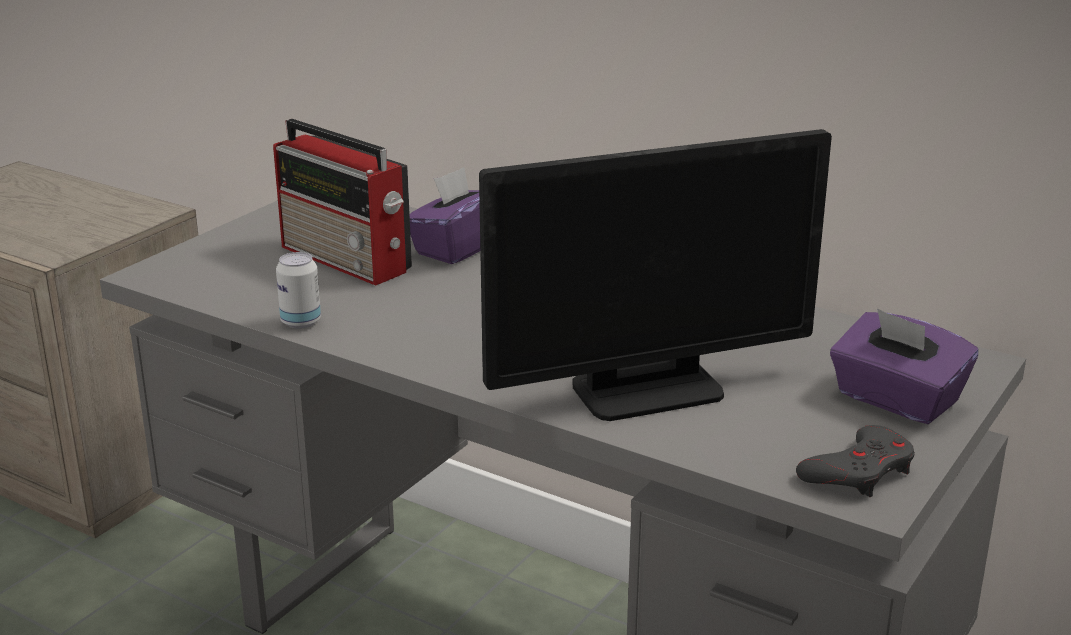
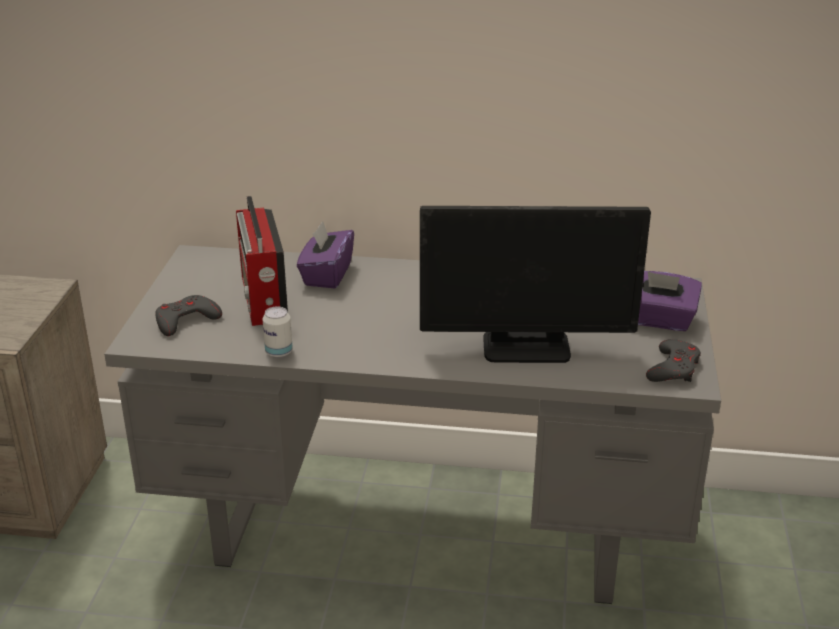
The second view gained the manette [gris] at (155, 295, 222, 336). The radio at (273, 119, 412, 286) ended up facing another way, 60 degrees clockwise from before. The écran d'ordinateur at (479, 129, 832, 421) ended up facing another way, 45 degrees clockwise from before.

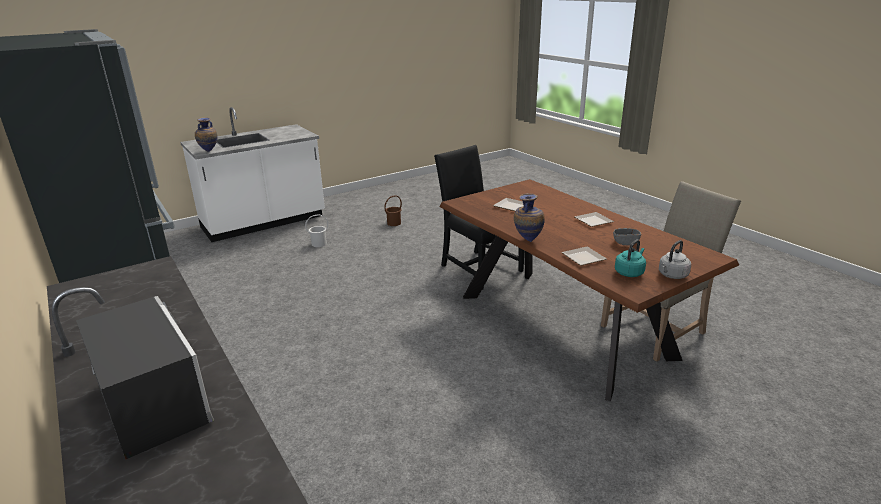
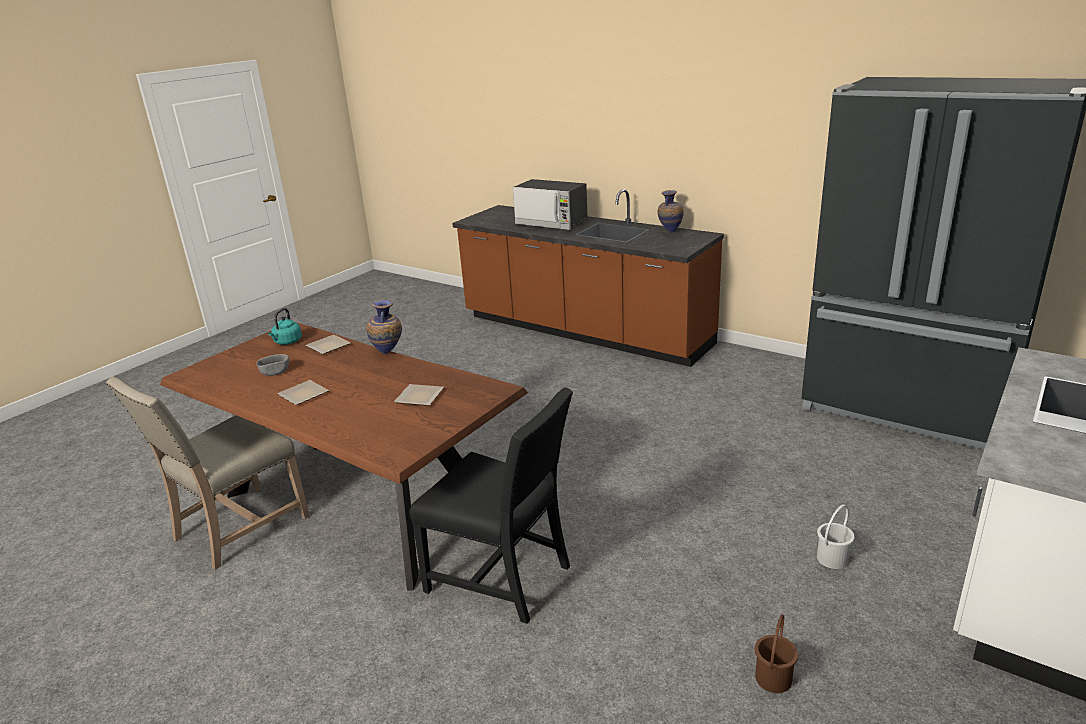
The second view lost the bouilloire [gris] at (659, 240, 691, 279). The vase ended up elsewhere, having gone from (195, 117, 217, 152) to (658, 190, 684, 233).

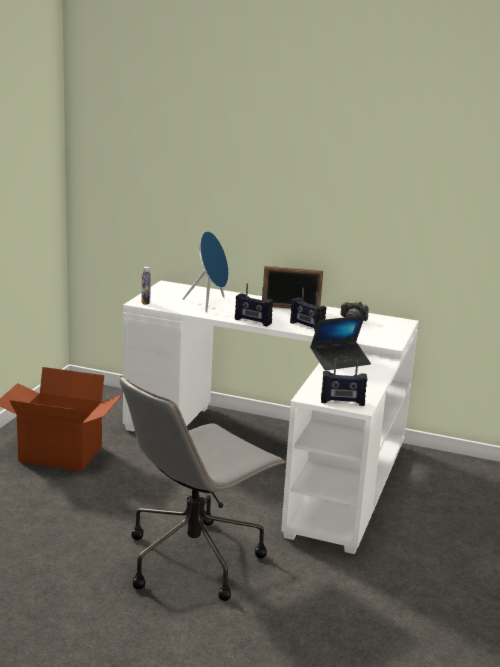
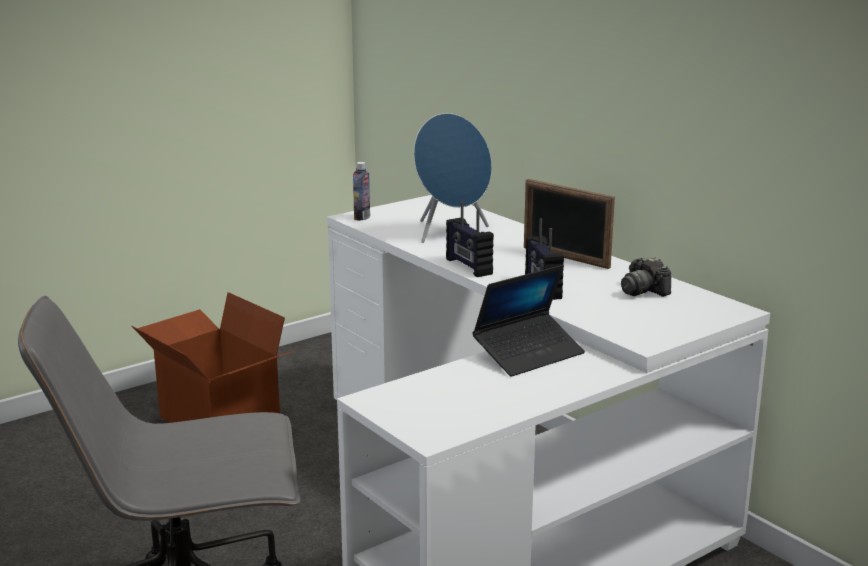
The second view lost the radio at (321, 359, 367, 406). The ordinateur portable at (310, 315, 371, 370) ended up facing another way, 45 degrees counterclockwise from before.

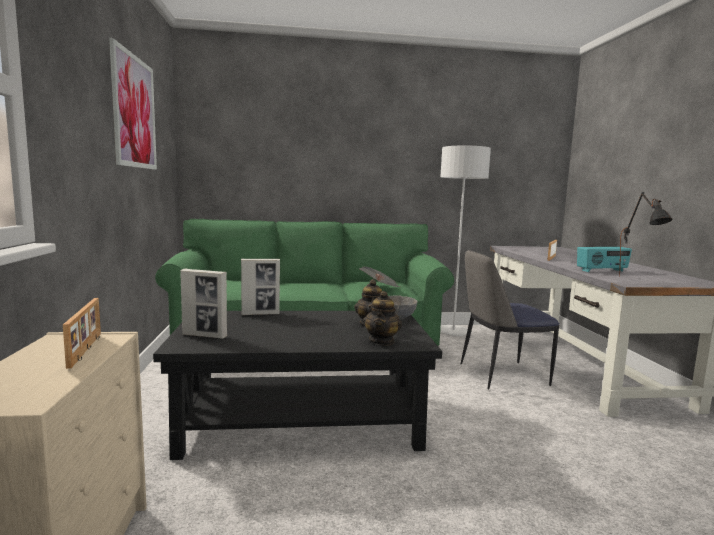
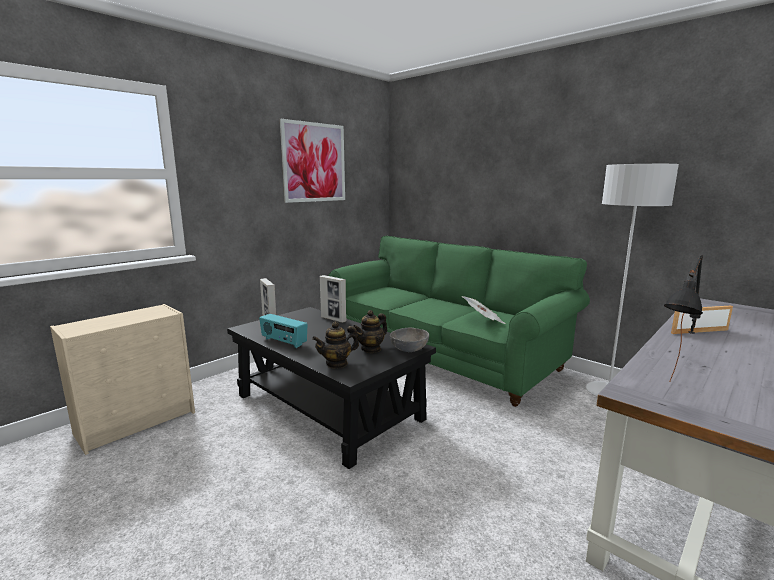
The second view lost the cadre photo at (63, 298, 101, 369). The second view lost the chaise at (461, 250, 559, 389). The radio ended up elsewhere, having gone from (577, 247, 632, 272) to (259, 314, 307, 348).

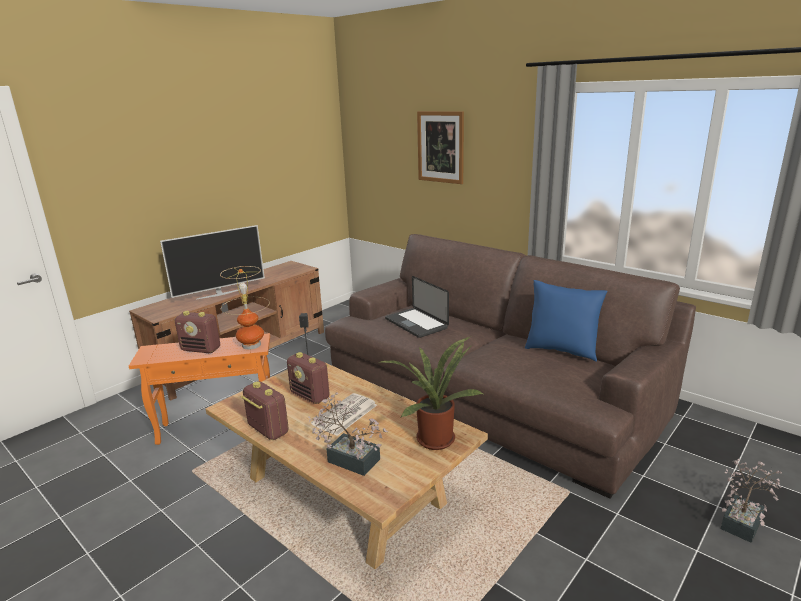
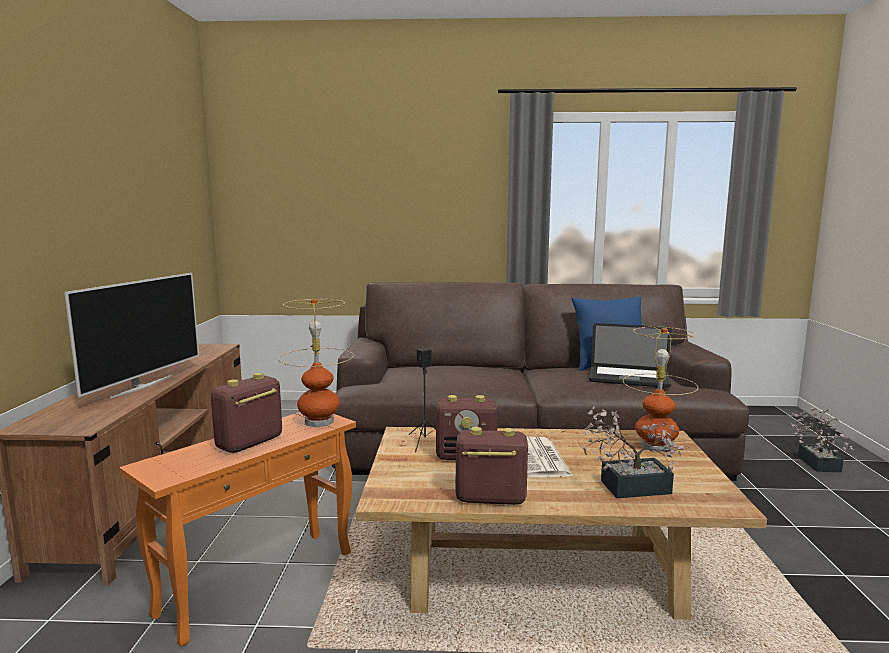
The second view lost the tableau at (417, 111, 464, 184). The ordinateur portable ended up elsewhere, having gone from (385, 276, 449, 338) to (589, 323, 672, 388). Where the plante en pot stood at (379, 337, 483, 450), the lampe de table came to stand at (623, 326, 698, 452). The radio at (175, 311, 220, 353) ended up facing another way, 150 degrees clockwise from before.

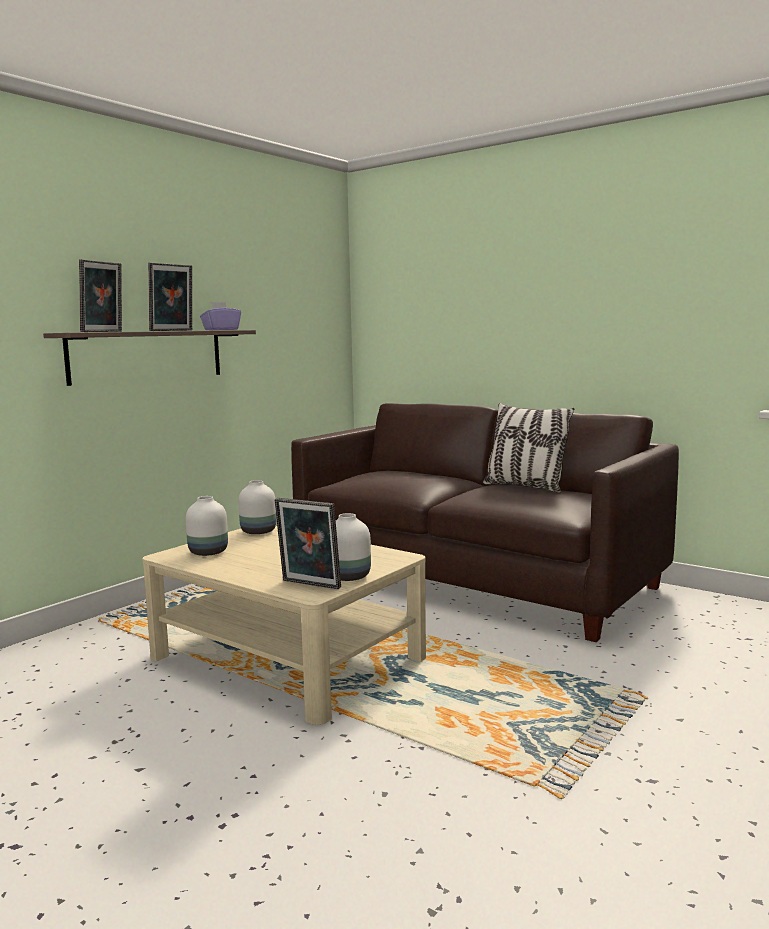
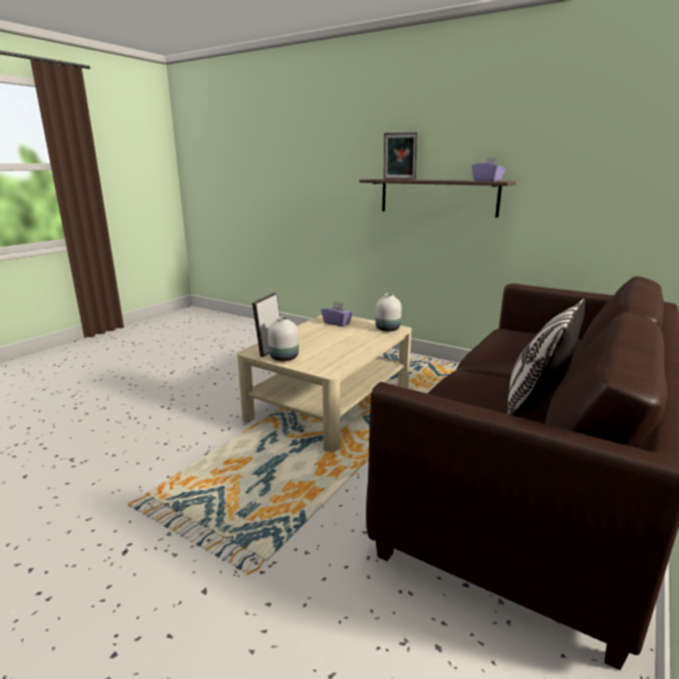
The second view lost the cadre photo at (148, 263, 192, 331). Where the vase [blanc] stood at (186, 496, 228, 556), the boîte à mouchoirs [violet] came to stand at (321, 301, 353, 326).

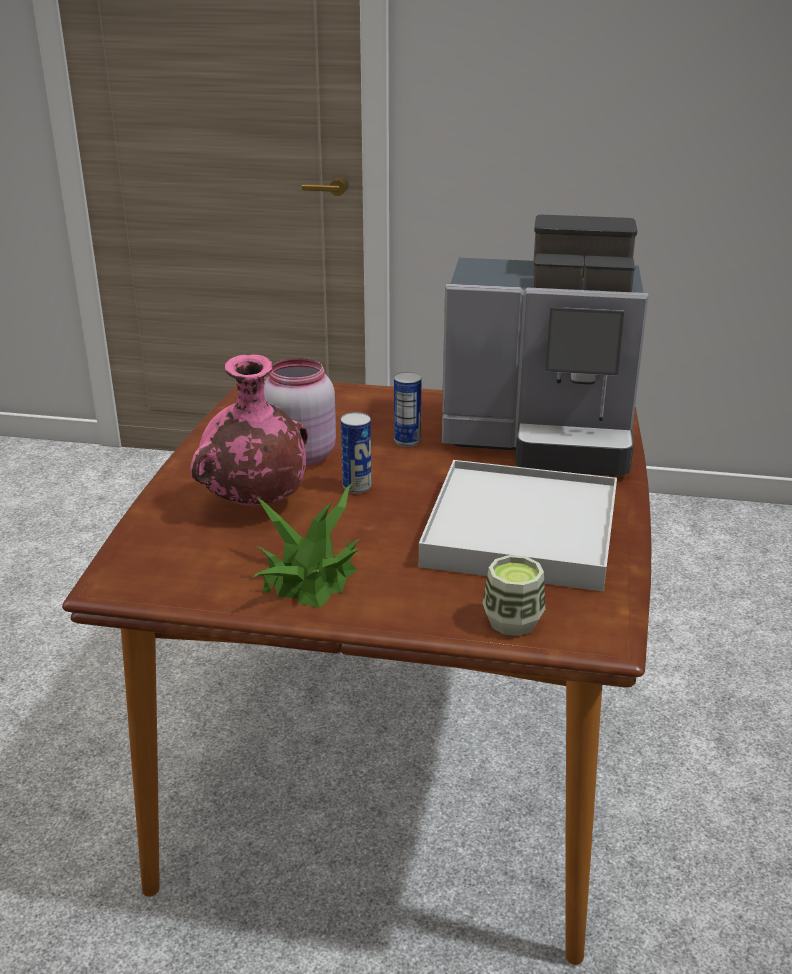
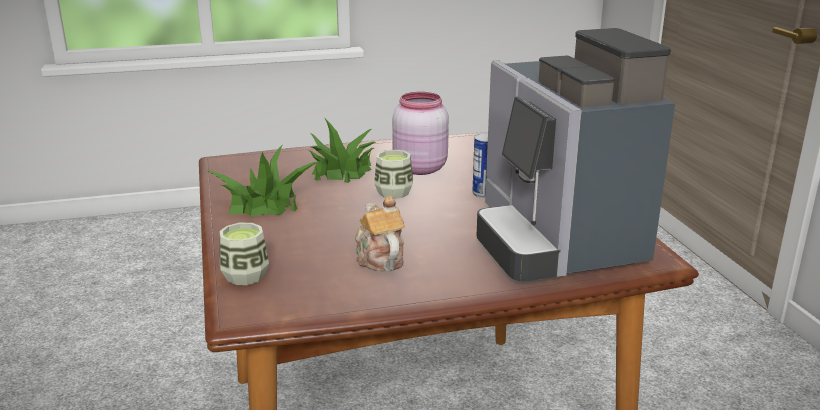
Where the vase [rose] stood at (190, 354, 308, 506), the plante en pot came to stand at (309, 118, 376, 183). Where the boîte métallique stood at (341, 412, 372, 494), the tasse came to stand at (374, 150, 413, 199). Where the plateau [blanc] stood at (419, 460, 617, 591), the théière came to stand at (355, 196, 405, 272).

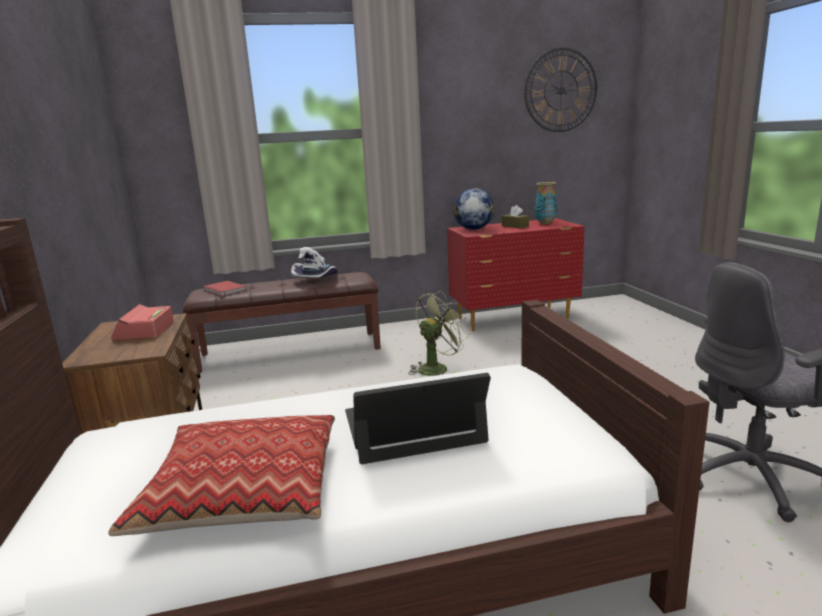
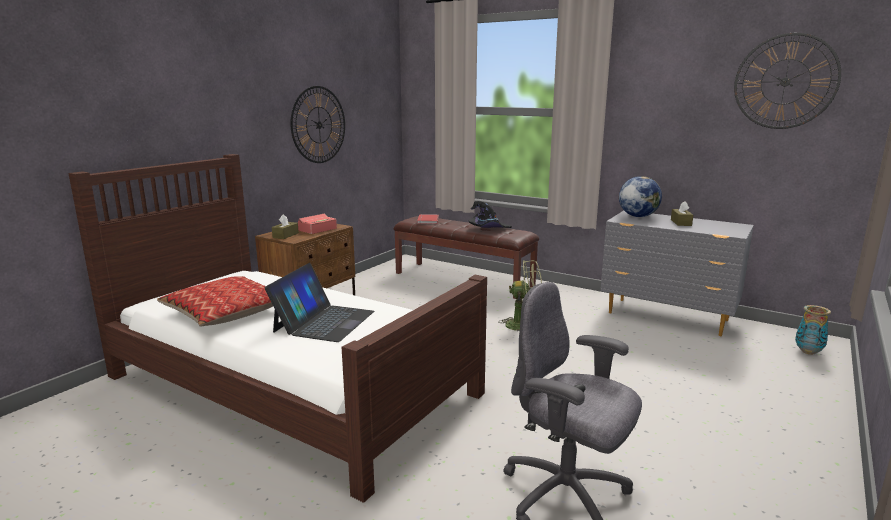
The second view gained the boîte à mouchoirs [marron] at (272, 214, 299, 239). The second view gained the horloge murale at (290, 86, 345, 163). The vase ended up elsewhere, having gone from (534, 182, 558, 224) to (795, 305, 831, 355). What was the chapeau [blanc] at (291, 247, 338, 278) turned into the chapeau [noir] at (469, 201, 512, 228). What was the commode [rouge] at (447, 218, 585, 331) turned into the commode [gris] at (600, 211, 754, 336). The ordinateur portable at (345, 373, 491, 464) ended up facing another way, 75 degrees clockwise from before.

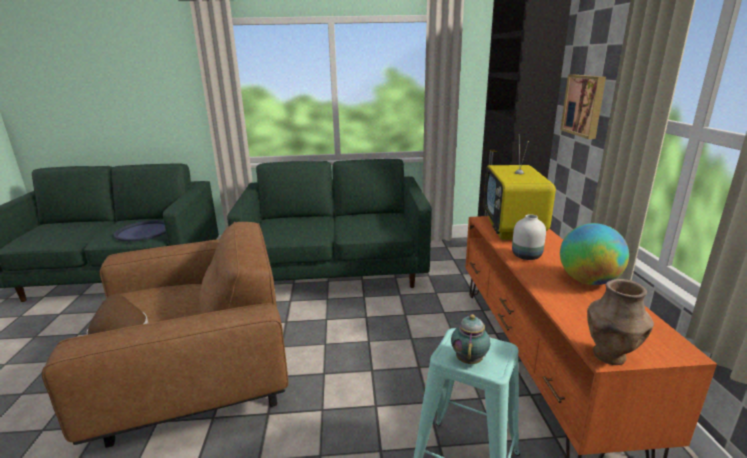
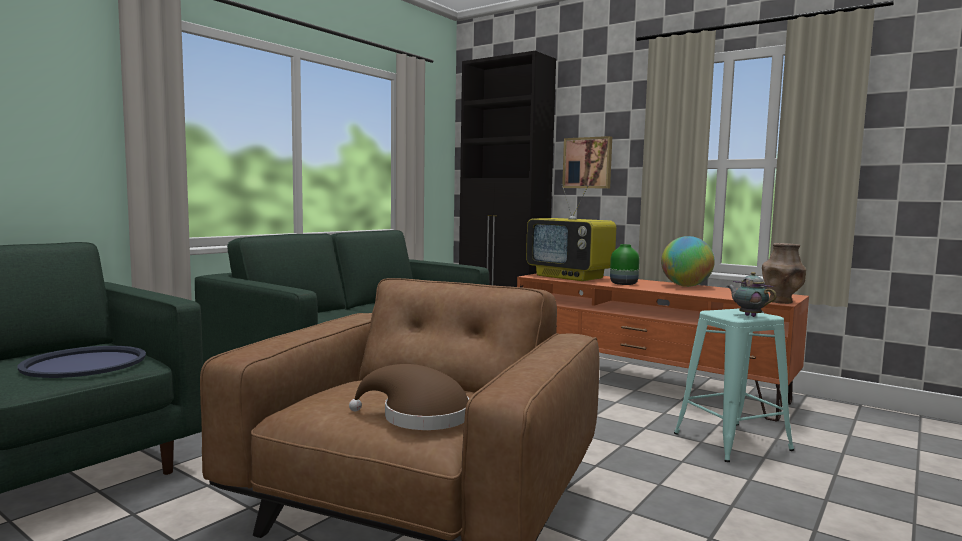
What was the vase [blanc] at (512, 214, 546, 260) turned into the vase [vert] at (610, 244, 640, 285).

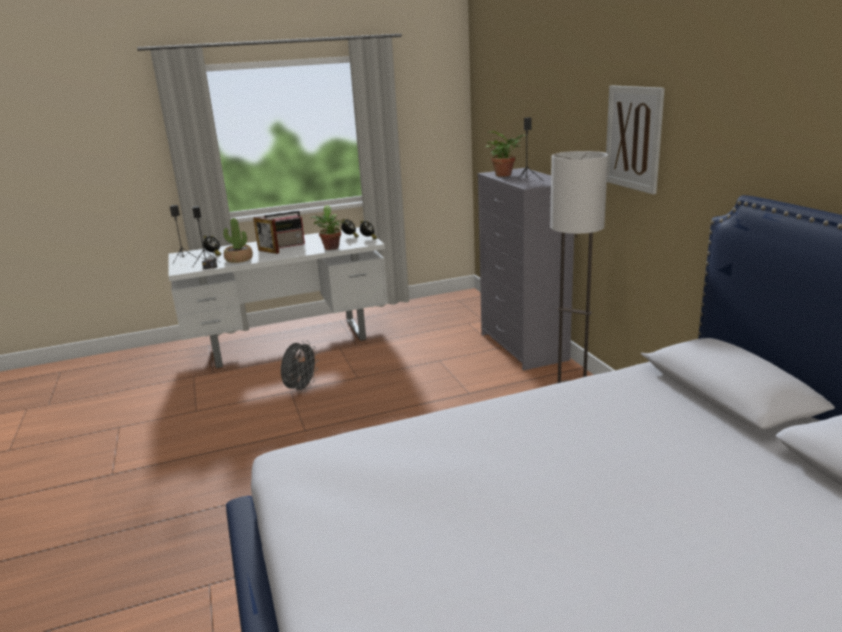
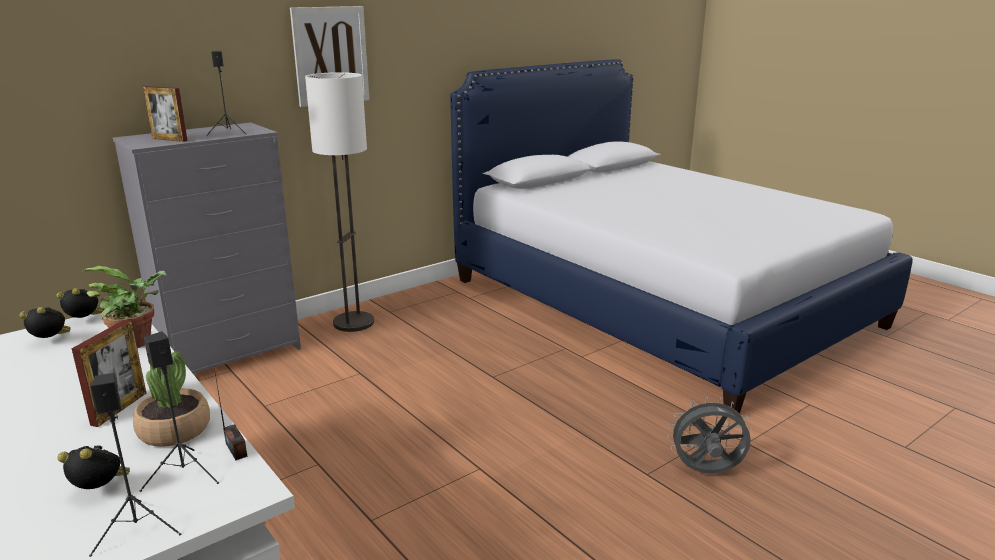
The second view lost the radio at (264, 211, 305, 248). The ventilateur [gris] ended up elsewhere, having gone from (281, 341, 319, 393) to (667, 397, 752, 473). Where the plante en pot stood at (486, 131, 526, 177), the cadre photo came to stand at (143, 86, 188, 142).

